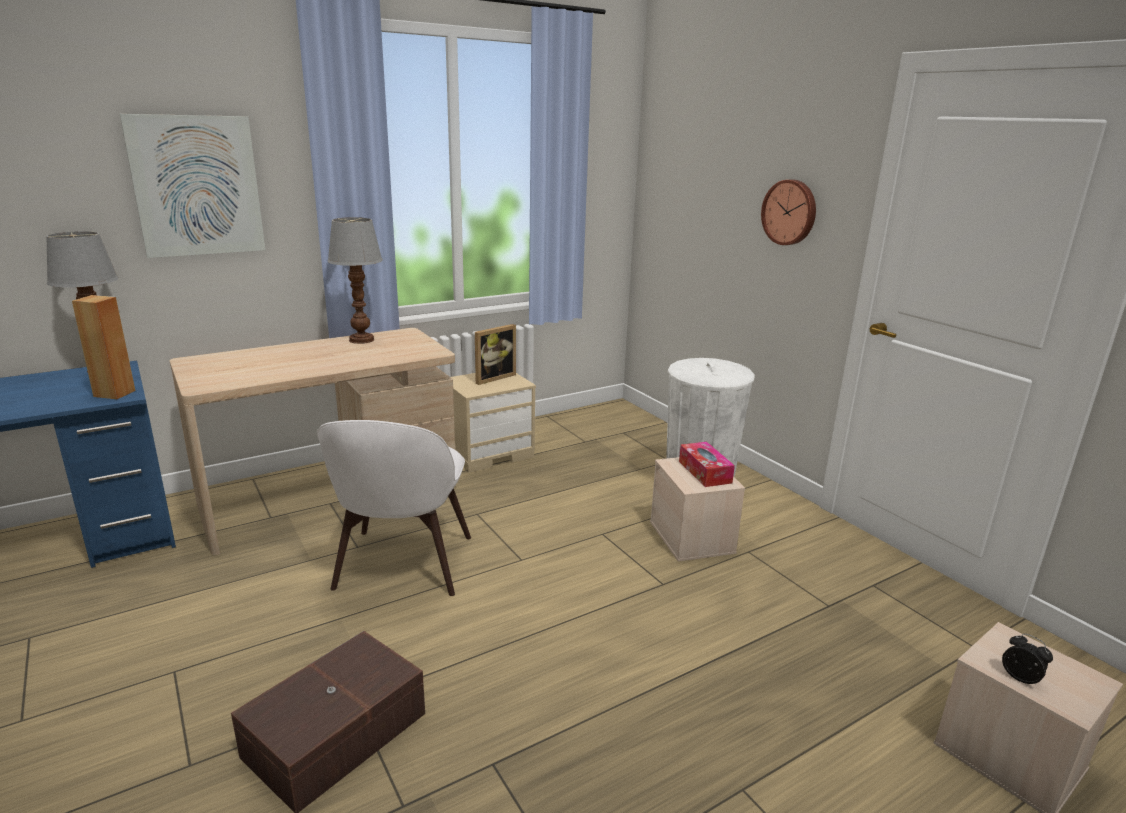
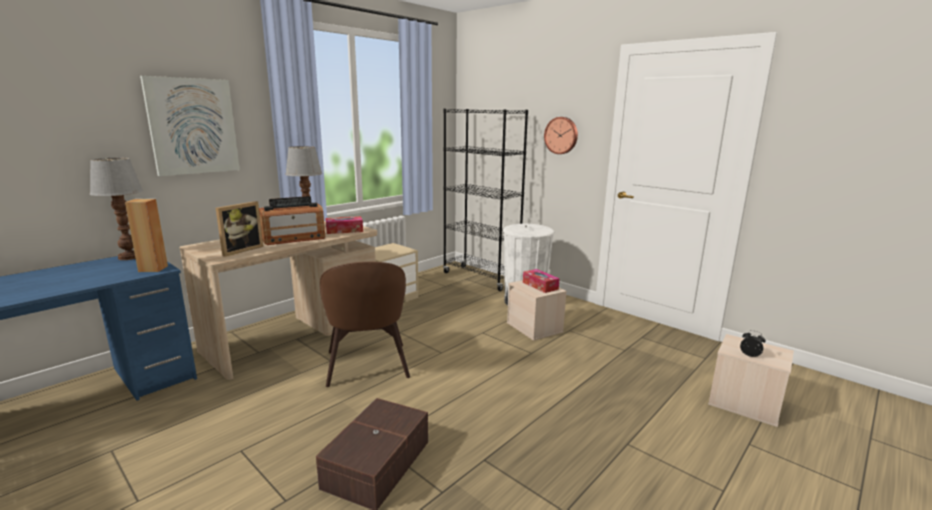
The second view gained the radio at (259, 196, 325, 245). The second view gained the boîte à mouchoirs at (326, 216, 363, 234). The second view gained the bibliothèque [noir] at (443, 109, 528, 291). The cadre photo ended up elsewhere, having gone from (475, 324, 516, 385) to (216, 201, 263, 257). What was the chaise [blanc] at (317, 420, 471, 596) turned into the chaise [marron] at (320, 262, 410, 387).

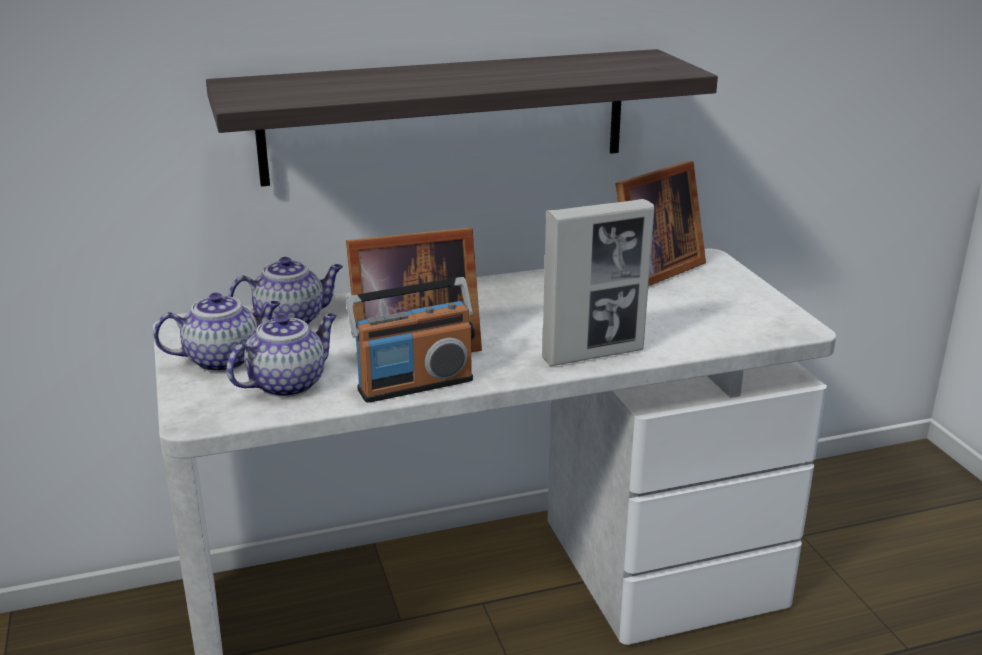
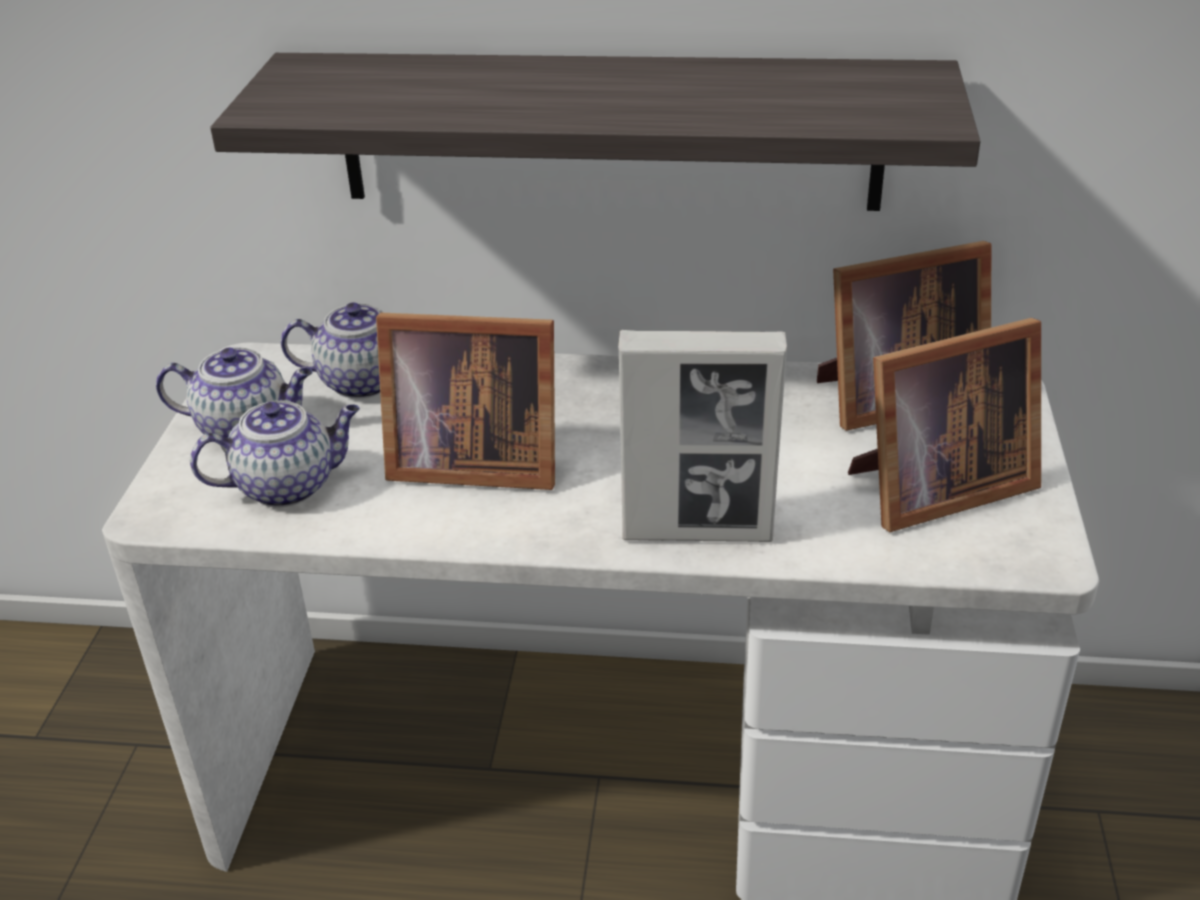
The second view lost the radio at (346, 277, 475, 403). The second view gained the cadre photo at (848, 318, 1041, 532).

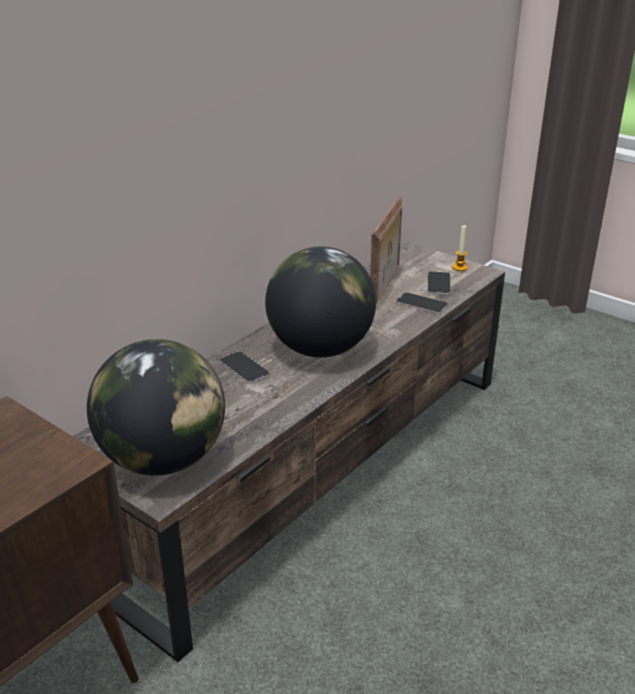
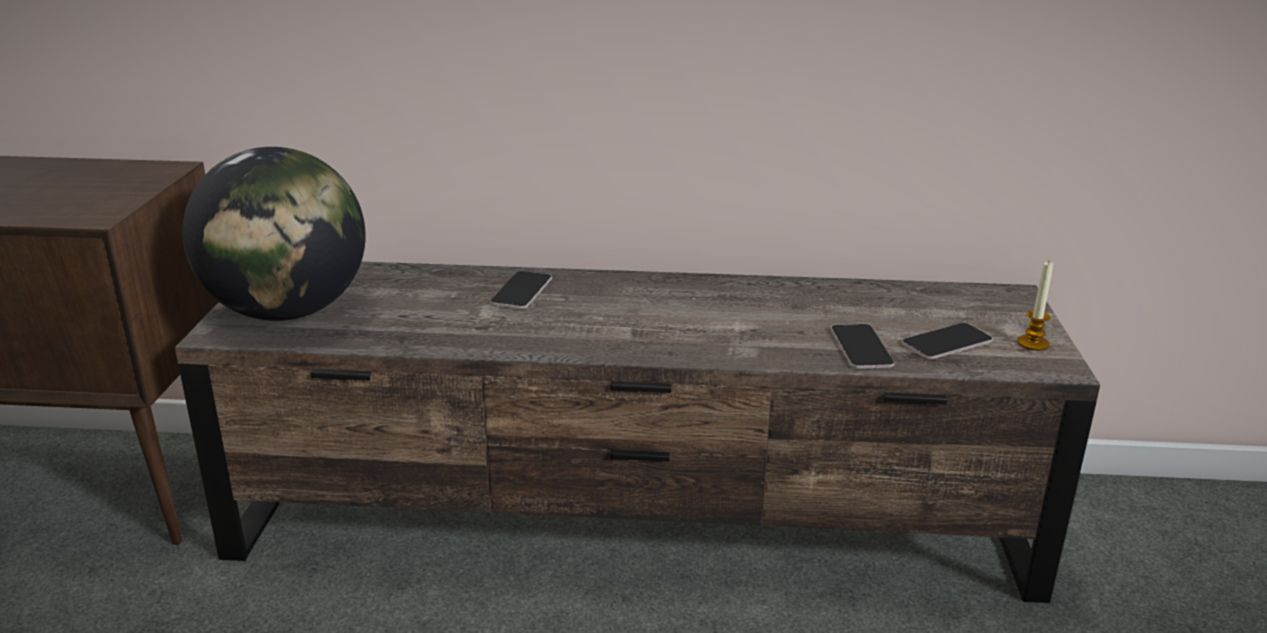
The second view lost the globe at (265, 247, 376, 358). The second view lost the cadre photo at (370, 196, 402, 304).

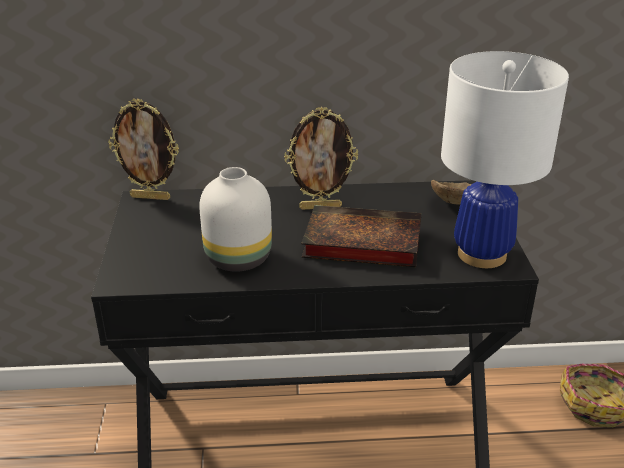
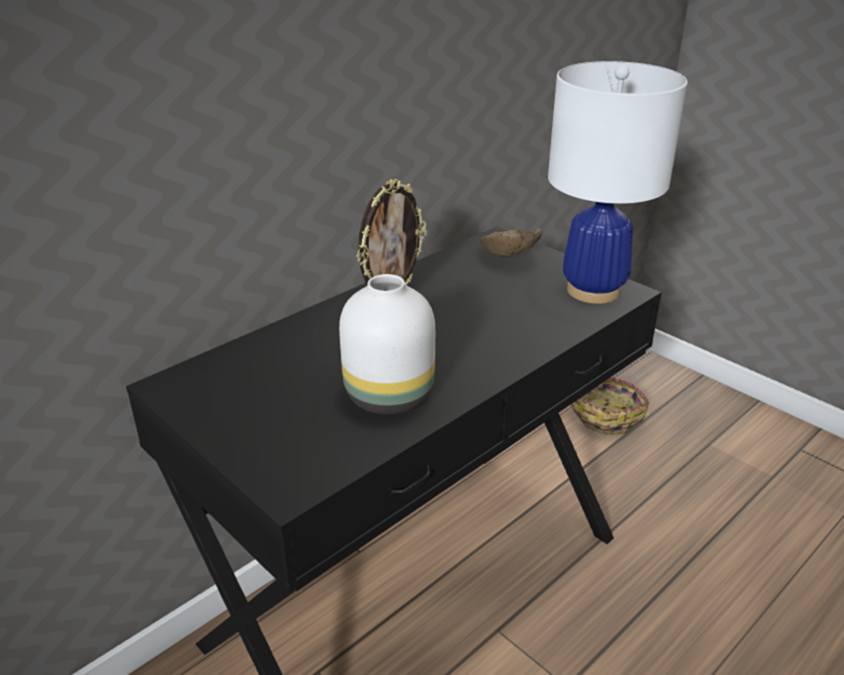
The second view lost the cadre photo at (108, 99, 179, 200). The second view lost the livre at (301, 205, 421, 267).

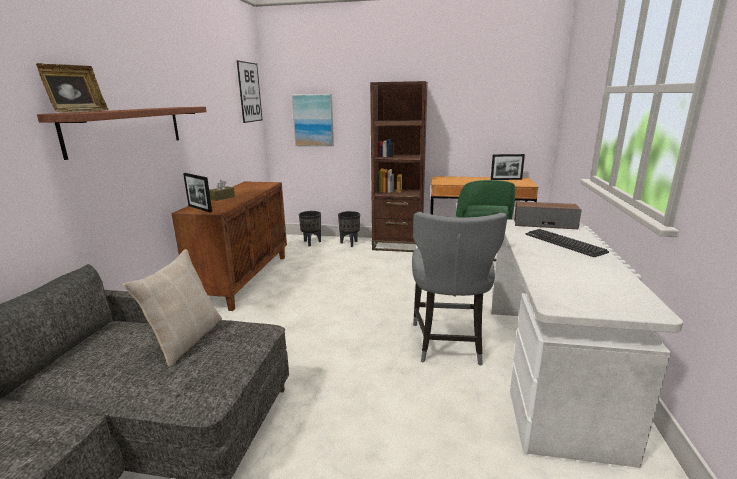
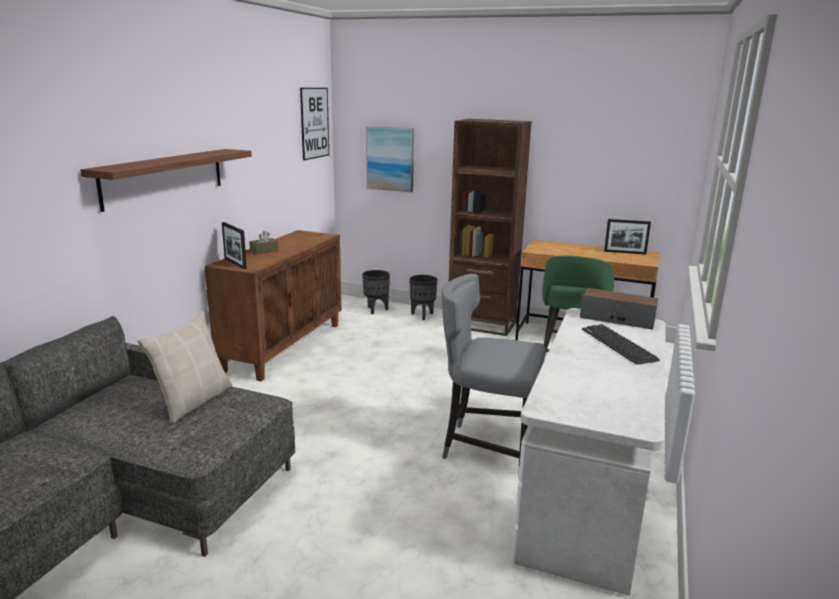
The second view lost the cadre photo at (36, 63, 109, 112). The chaise [gris] at (412, 212, 507, 366) ended up facing another way, 90 degrees clockwise from before.

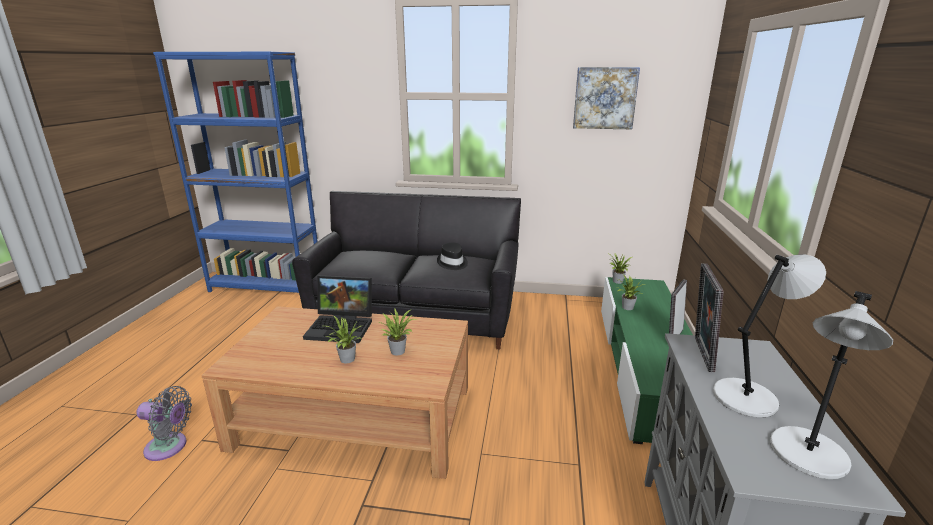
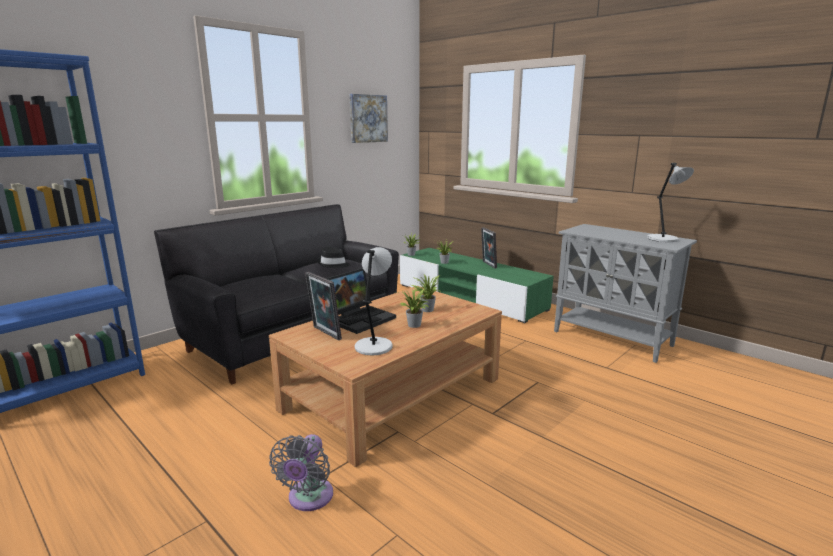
The cadre photo ended up elsewhere, having gone from (695, 263, 723, 372) to (305, 272, 342, 340). The lampe de table [gris] ended up elsewhere, having gone from (713, 254, 826, 418) to (354, 247, 393, 355). The ventilateur [gris] at (136, 386, 192, 461) ended up facing another way, 150 degrees clockwise from before.

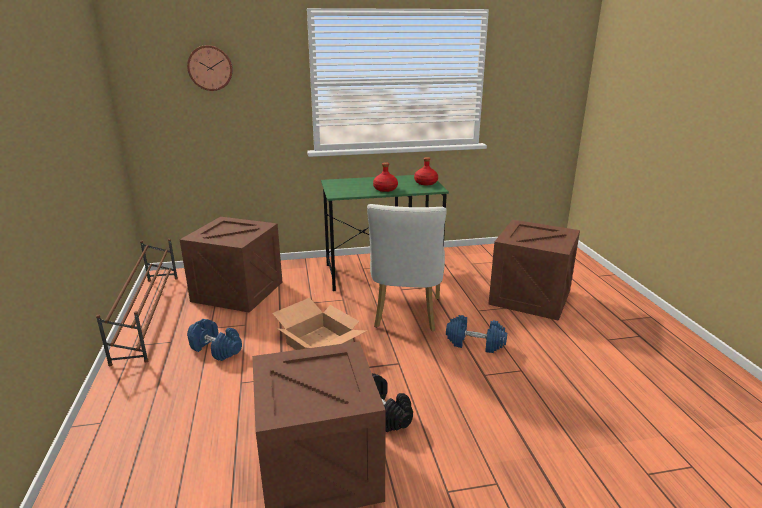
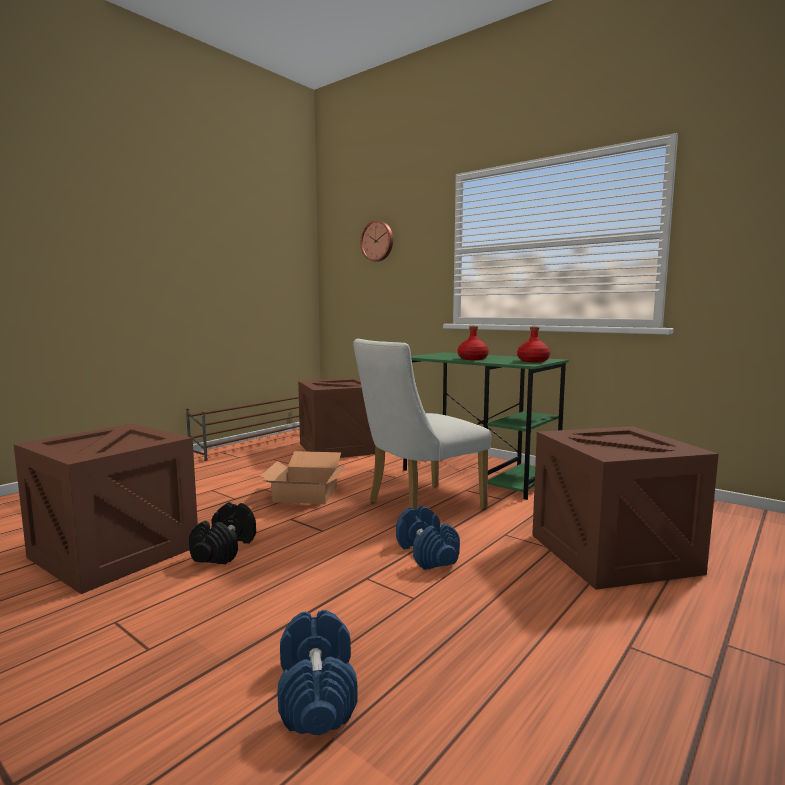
The haltère [bleu] ended up elsewhere, having gone from (187, 319, 242, 361) to (278, 610, 358, 735).

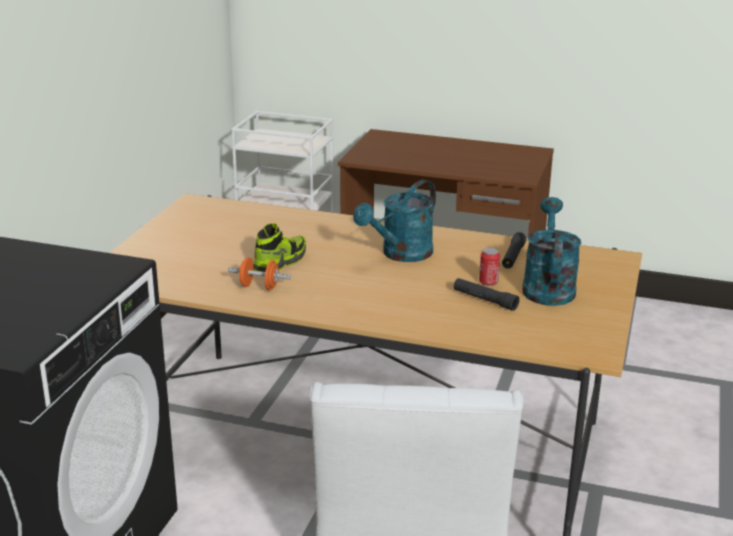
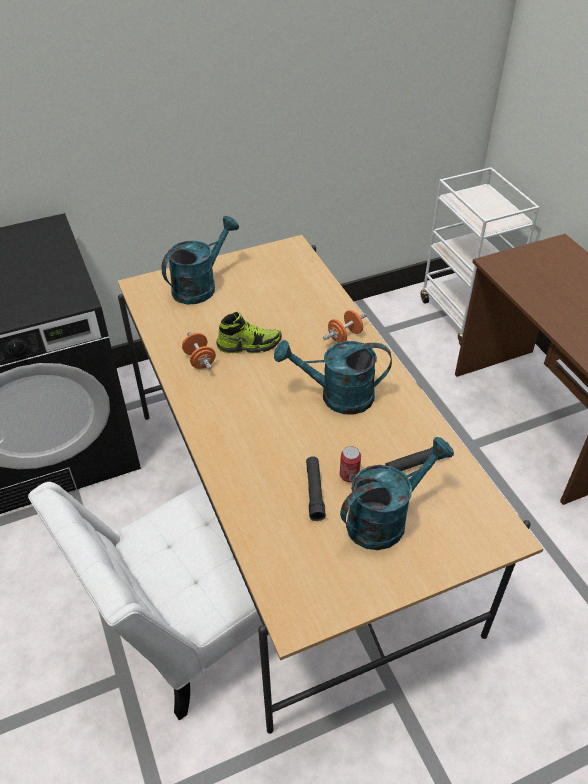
The second view gained the arrosoir [turquoise] at (162, 216, 239, 305). The second view gained the haltère [orange] at (323, 310, 367, 343).

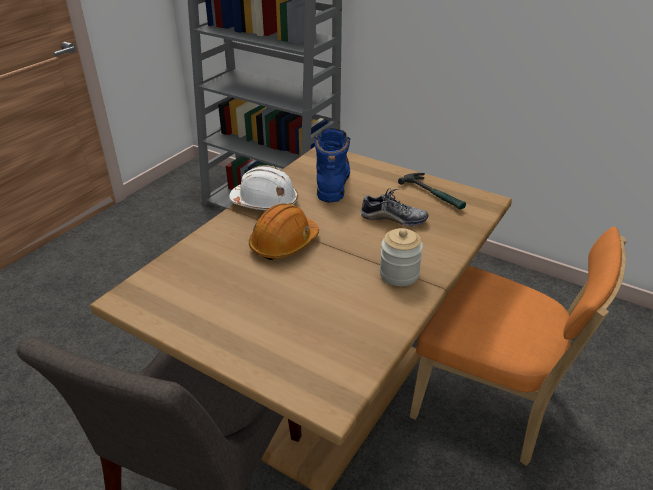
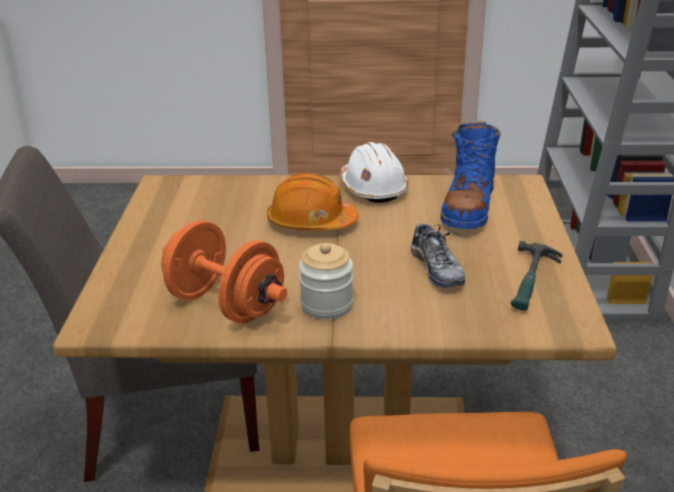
The second view gained the haltère [orange] at (161, 220, 287, 324). The botte [bleu] at (314, 128, 351, 203) ended up facing another way, 135 degrees clockwise from before.

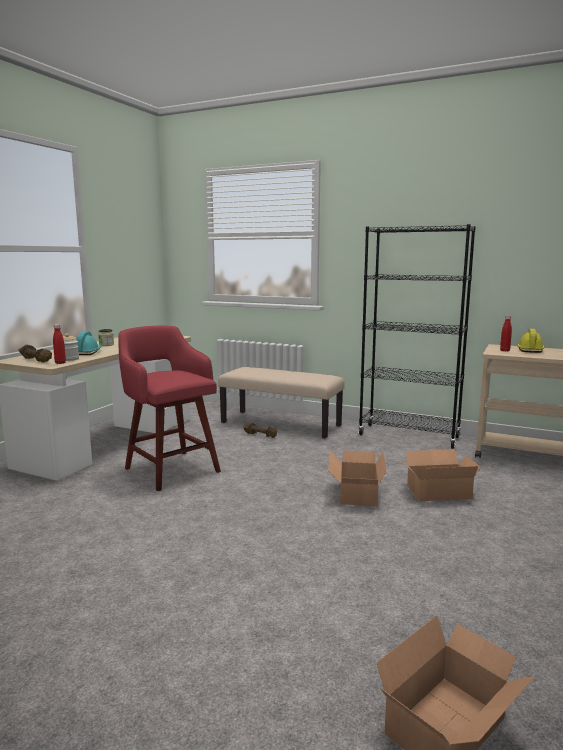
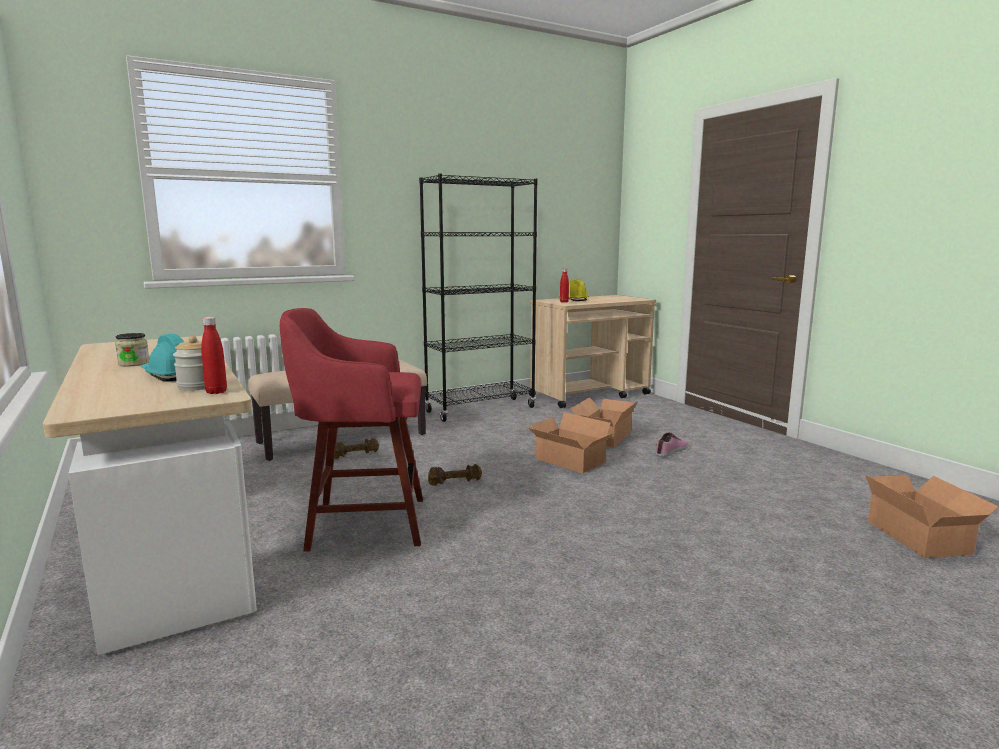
The second view gained the chaussure at (655, 432, 688, 457). The haltère [marron] ended up elsewhere, having gone from (18, 344, 52, 362) to (428, 464, 482, 486).

